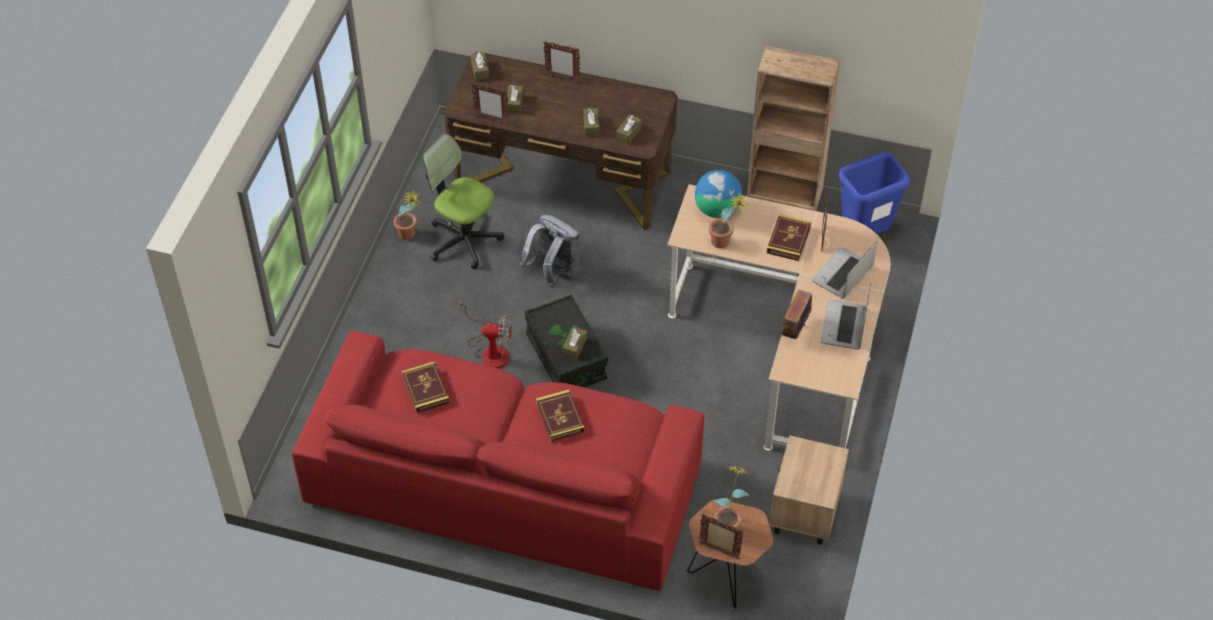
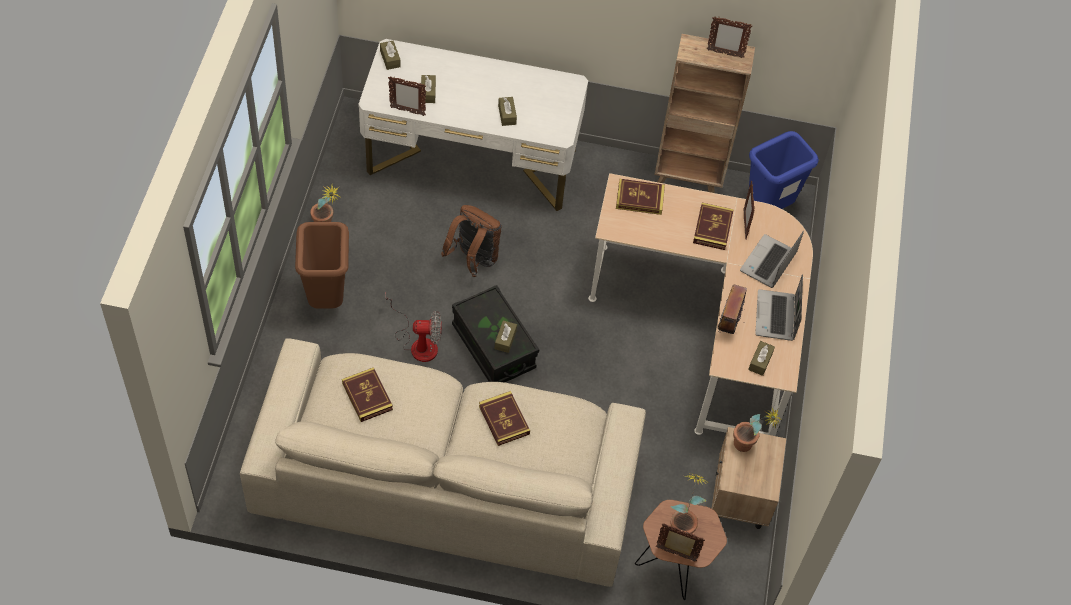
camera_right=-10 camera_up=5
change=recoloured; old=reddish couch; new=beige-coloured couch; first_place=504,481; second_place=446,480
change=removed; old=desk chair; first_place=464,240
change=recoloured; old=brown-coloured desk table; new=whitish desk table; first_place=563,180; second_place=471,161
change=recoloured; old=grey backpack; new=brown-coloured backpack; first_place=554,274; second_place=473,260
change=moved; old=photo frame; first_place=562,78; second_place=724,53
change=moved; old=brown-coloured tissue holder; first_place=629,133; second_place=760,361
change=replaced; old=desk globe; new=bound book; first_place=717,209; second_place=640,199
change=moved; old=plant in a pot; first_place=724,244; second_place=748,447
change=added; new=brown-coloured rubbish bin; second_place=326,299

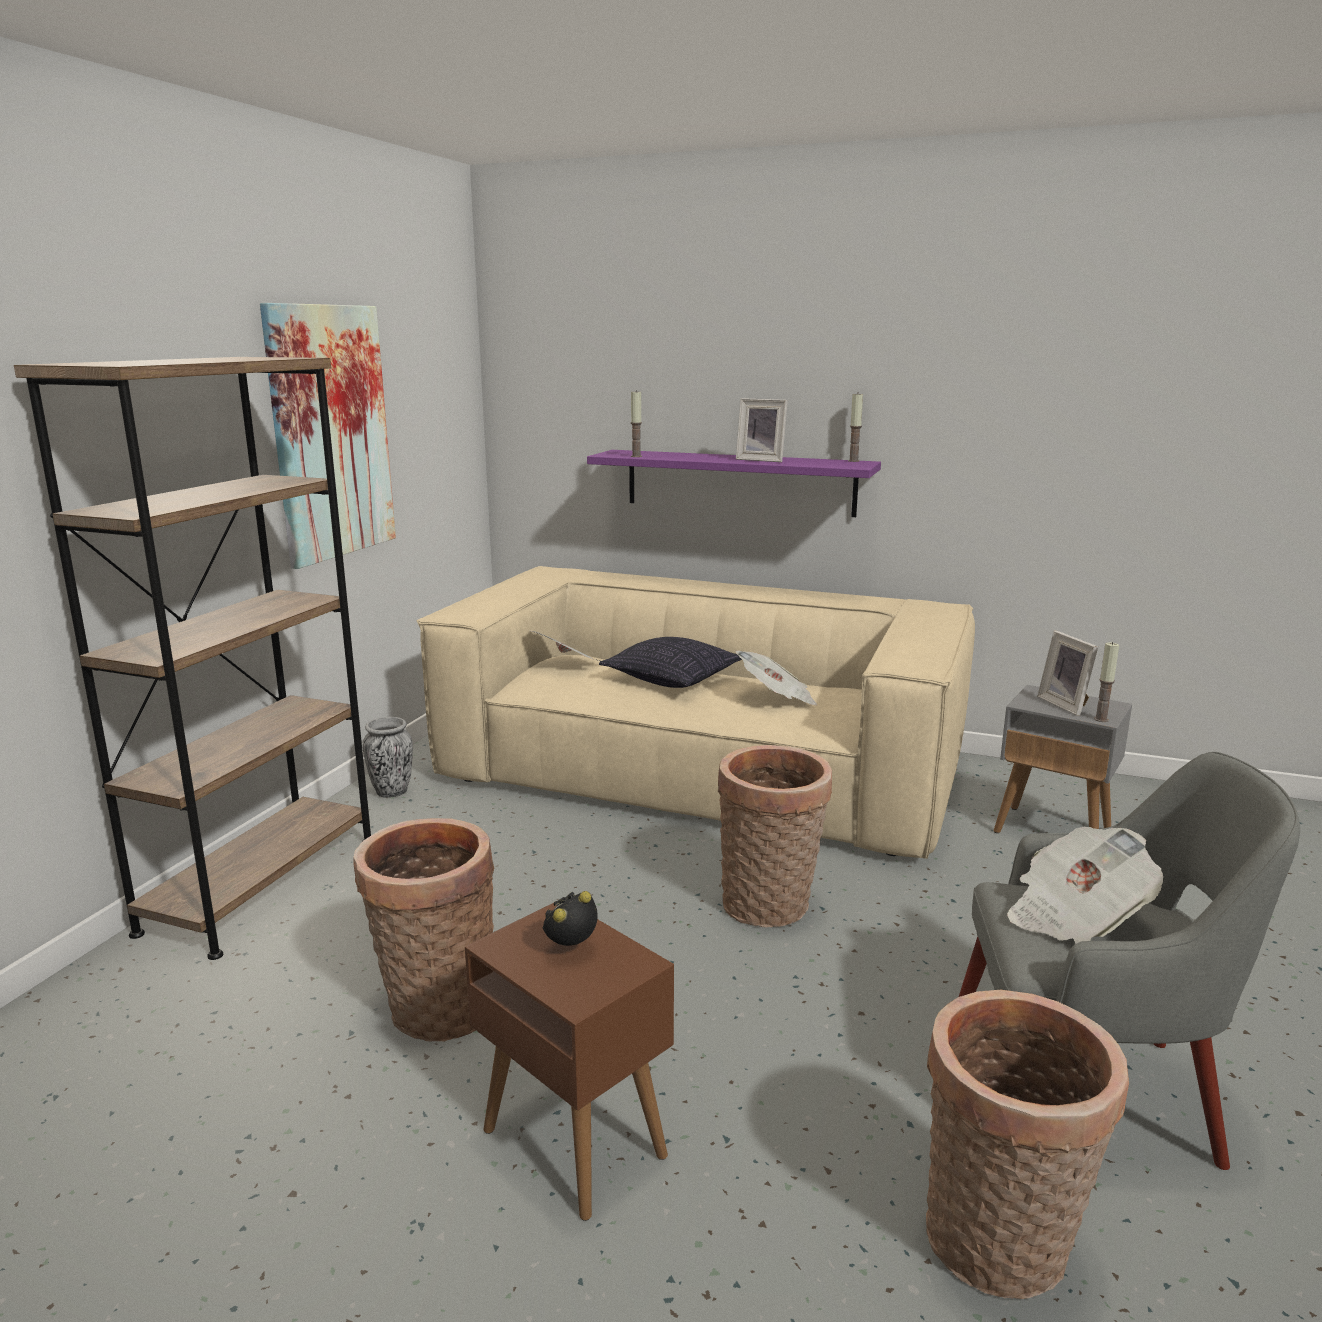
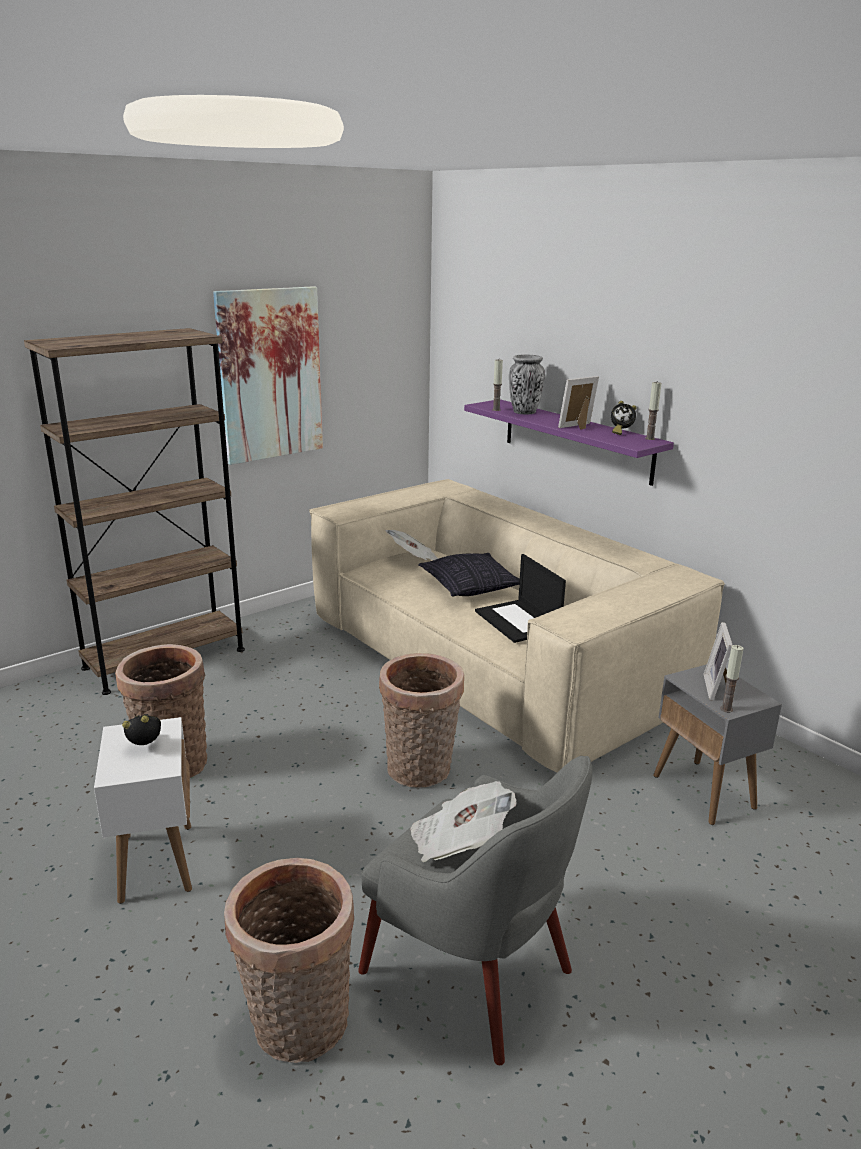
camera_right=30 camera_up=5
change=moved; old=decorative vase; first_place=391,792; second_place=524,412
change=recoloured; old=brown-coloured end table; new=whitish end table; first_place=572,1142; second_place=156,862
change=turned; old=photo frame; first_place=762,460; second_place=579,427; degrees=90
change=replaced; old=newspaper; new=laptop; first_place=777,698; second_place=518,621
change=added; new=bedside clock; second_place=620,432

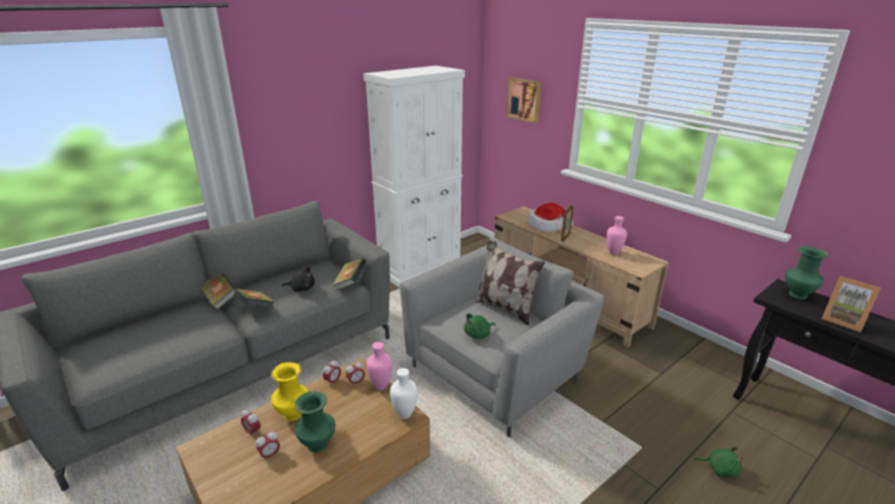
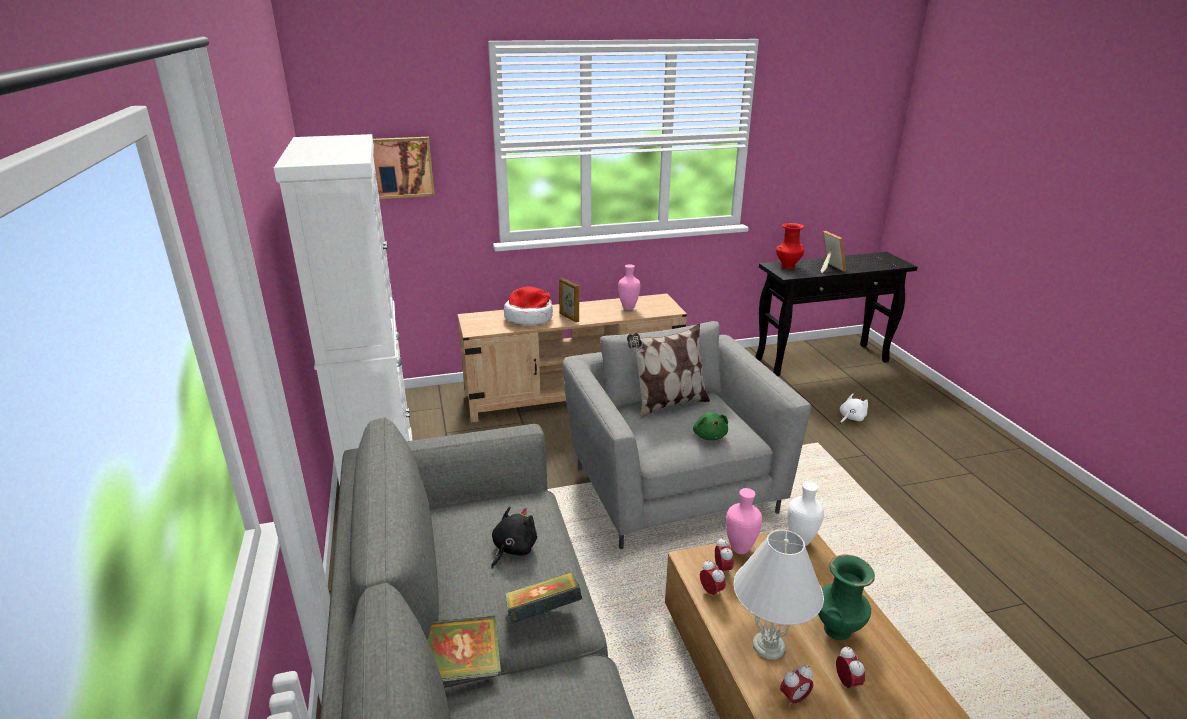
camera_right=-65 camera_up=0
change=replaced; old=yellowish decorative vase; new=whitish tabletop lamp; first_place=292,414; second_place=767,646
change=removed; old=bound book; first_place=350,283
change=recoloured; old=greenish cuddly toy; new=whitish cuddly toy; first_place=719,469; second_place=851,418
change=recoloured; old=greenish decorative vase; new=reddish decorative vase; first_place=797,295; second_place=787,266
change=turned; old=photo frame; first_place=843,320; second_place=828,268; degrees=-90

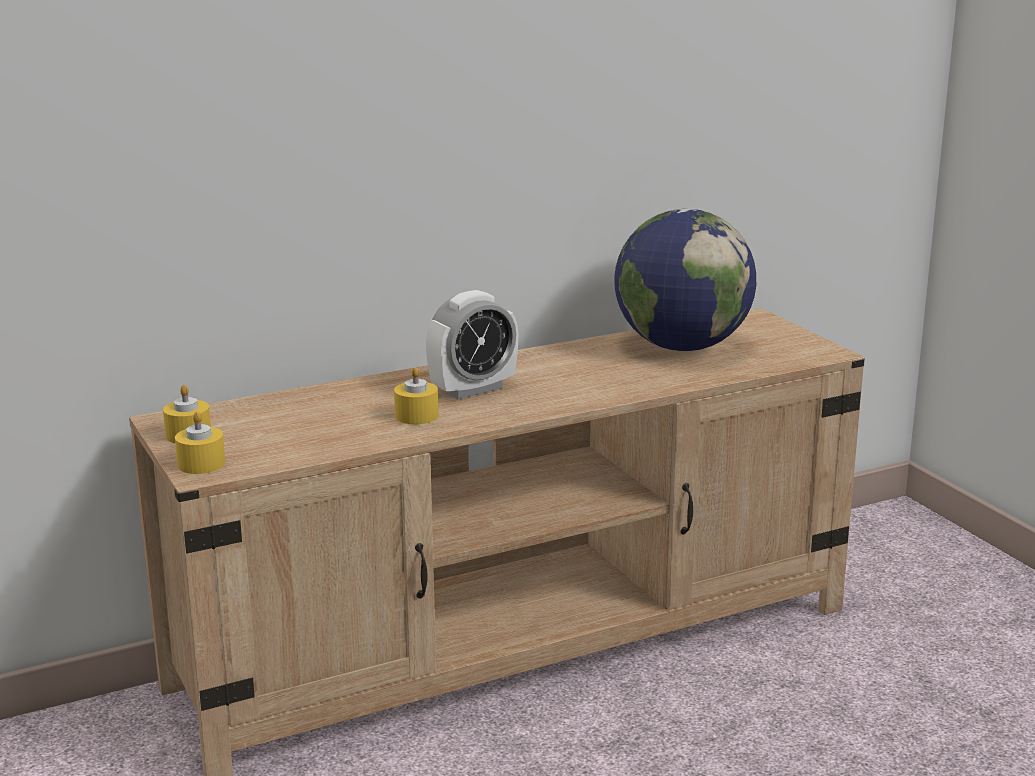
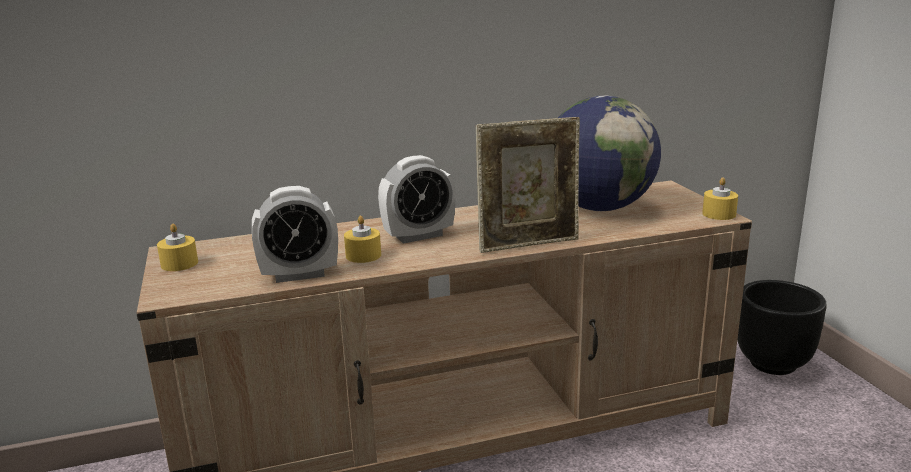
camera_right=10 camera_up=0
change=moved; old=yellowish wax light; first_place=201,464; second_place=719,214
change=added; new=bedside clock; second_place=299,274
change=added; new=photo frame; second_place=529,244
change=added; new=black-coloured plant pot; second_place=774,364

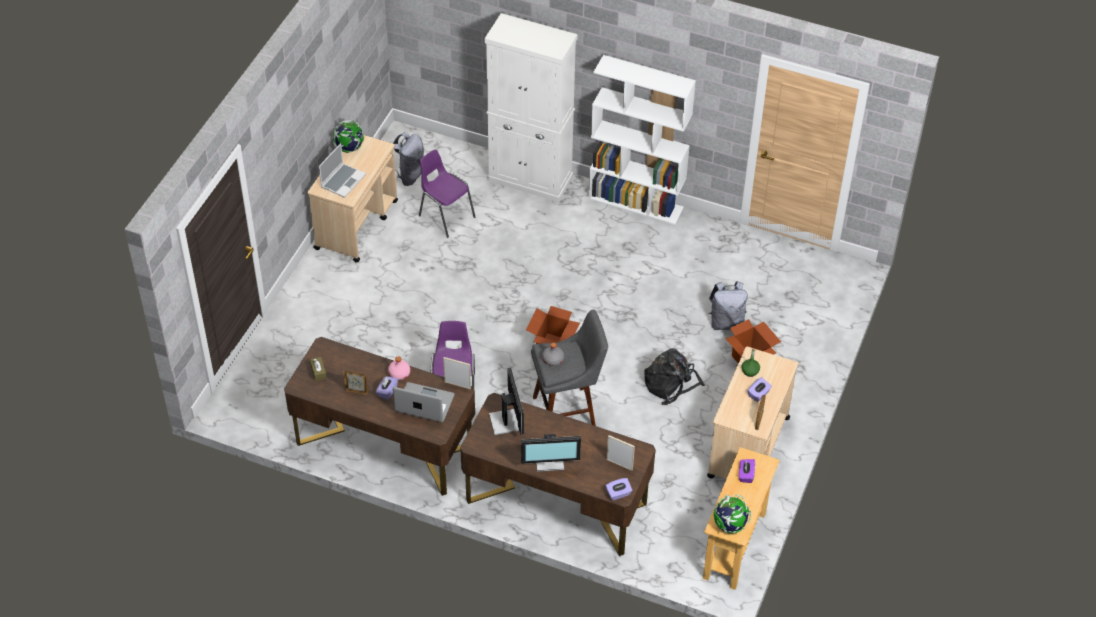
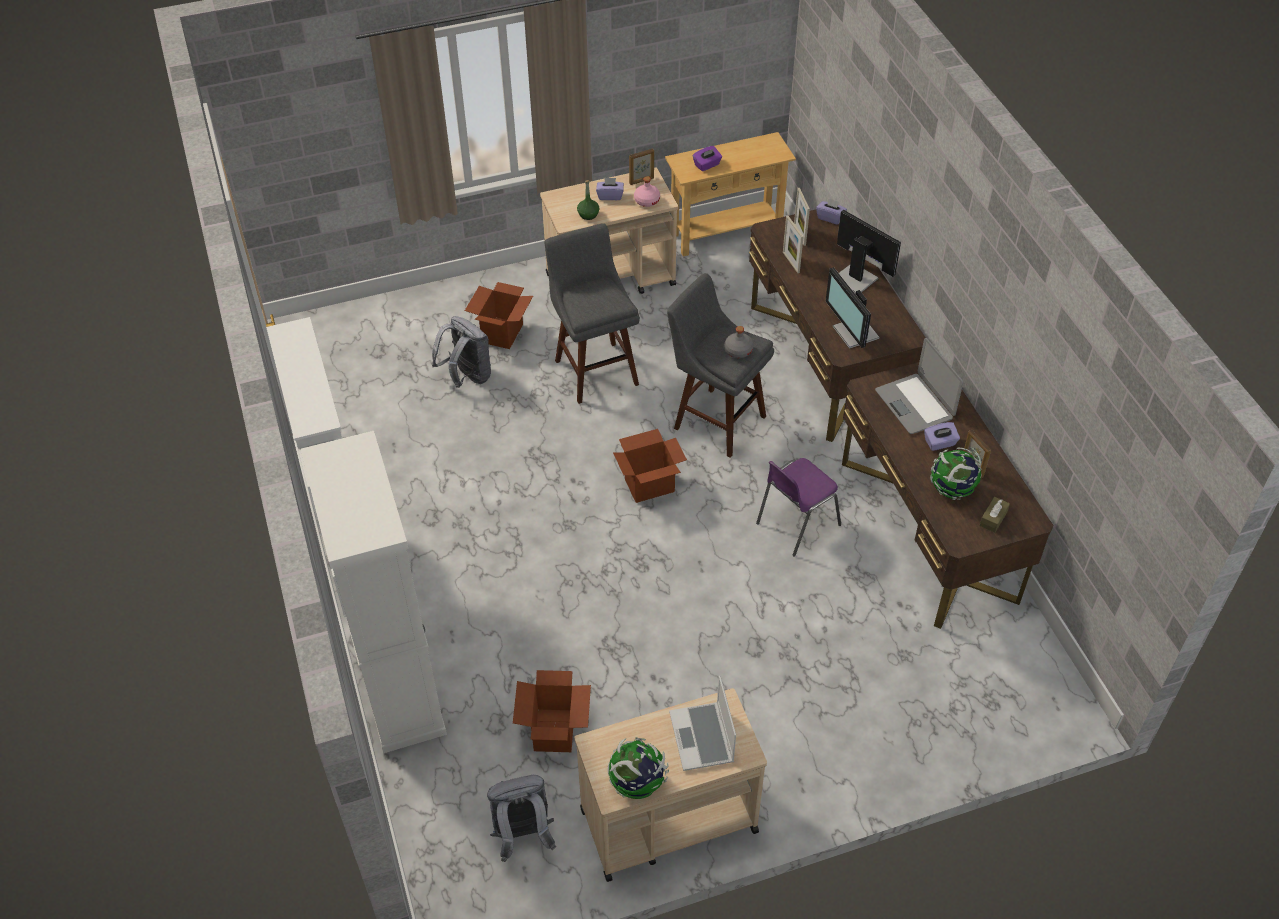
camera_right=-130 camera_up=0
change=turned; old=laptop; first_place=343,180; second_place=703,738; degrees=-90
change=moved; old=pinkish beverage bottle; first_place=399,373; second_place=646,200
change=replaced; old=purple upright chair; new=packing box; first_place=445,216; second_place=554,731
change=moved; old=photo frame; first_place=457,385; second_place=791,262
change=turned; old=computer display; first_place=506,421; second_place=854,333; degrees=-60
change=replaced; old=black-coloured backpack; new=grey stool seat; first_place=671,384; second_place=595,369
change=moved; old=desk globe; first_place=729,525; second_place=952,490

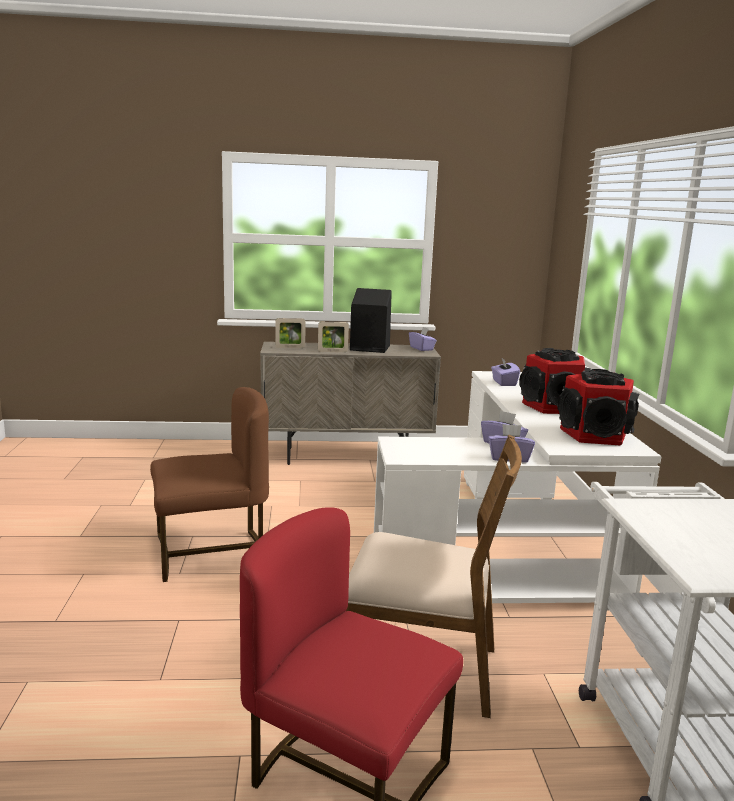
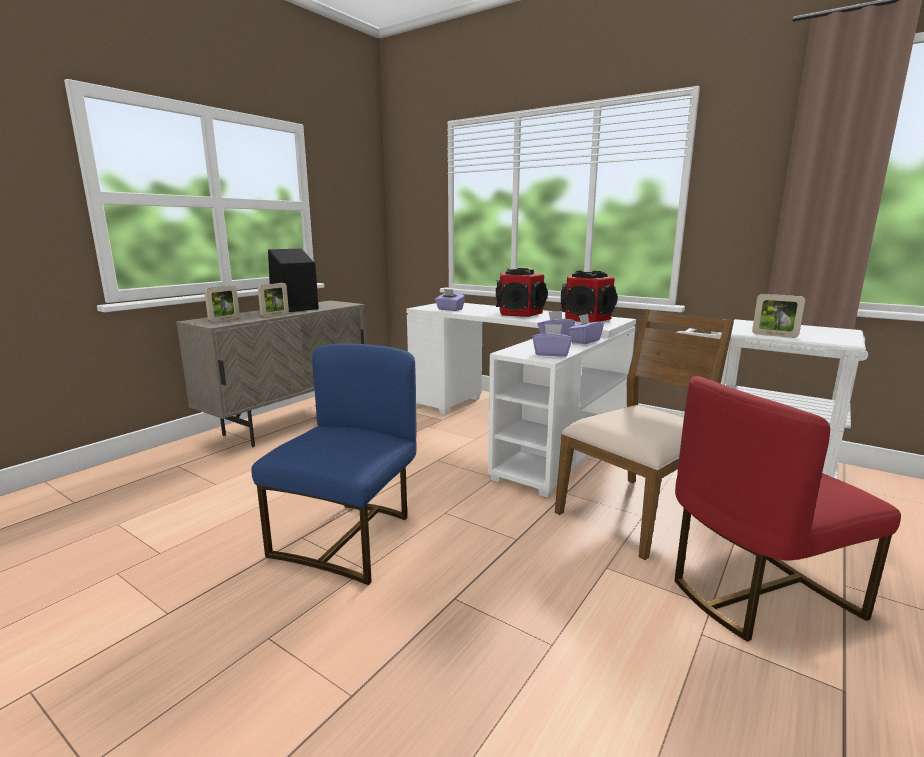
camera_right=-50 camera_up=0
change=recoloured; old=brown-coloured upright chair; new=blue-coloured upright chair; first_place=210,552; second_place=349,538
change=moved; old=purple tissue holder; first_place=422,348; second_place=551,354
change=added; new=photo frame; second_place=774,335

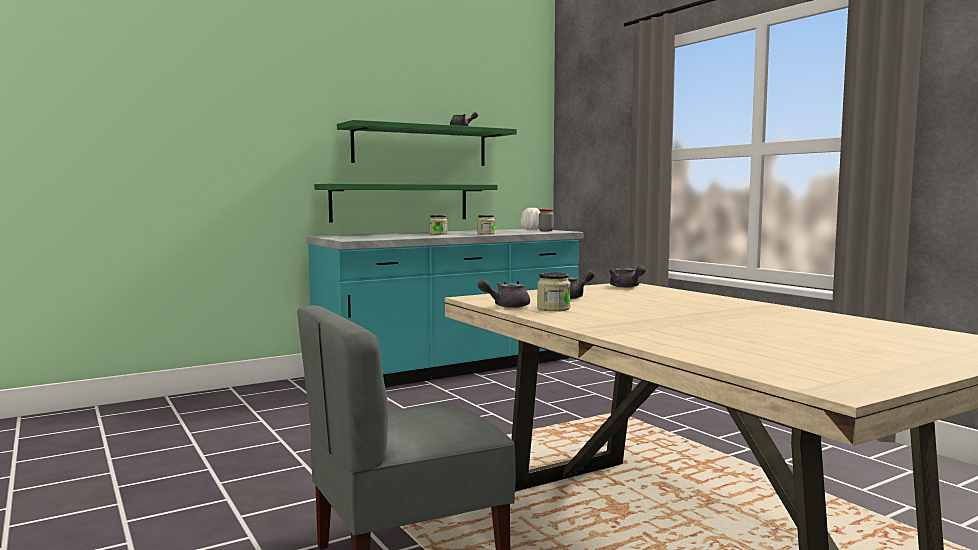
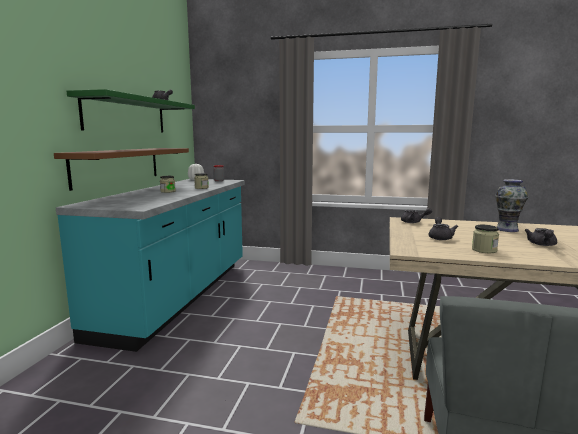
camera_right=-45 camera_up=5
change=recoloured; old=greenish shelf; new=brown-coloured shelf; first_place=400,202; second_place=118,166
change=moved; old=grey tea pot; first_place=506,306; second_place=542,245
change=added; new=decorative vase; second_place=507,229

